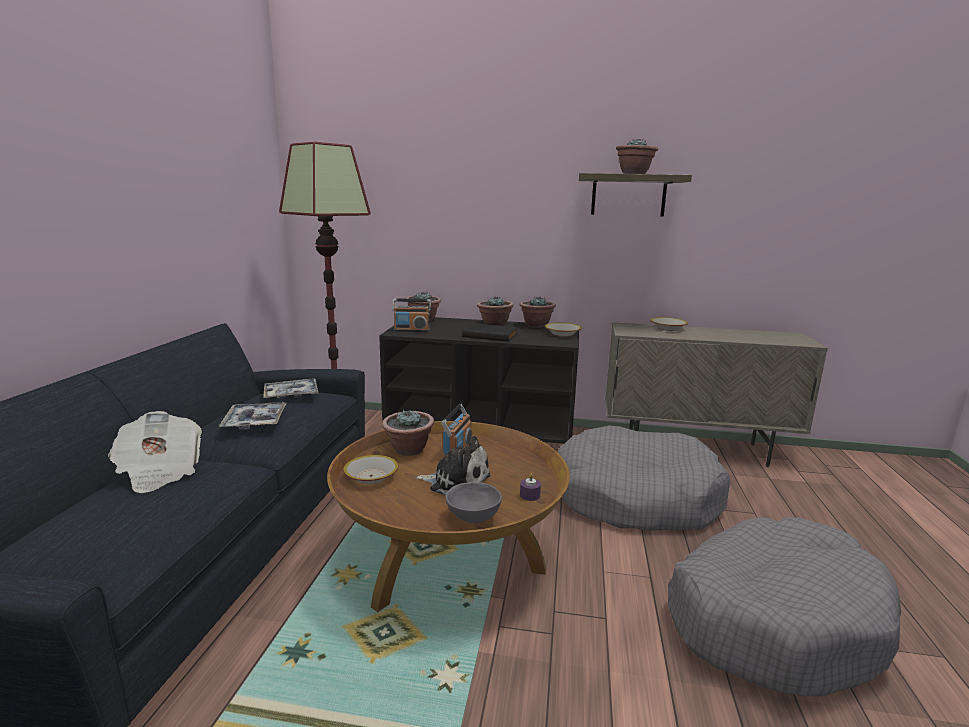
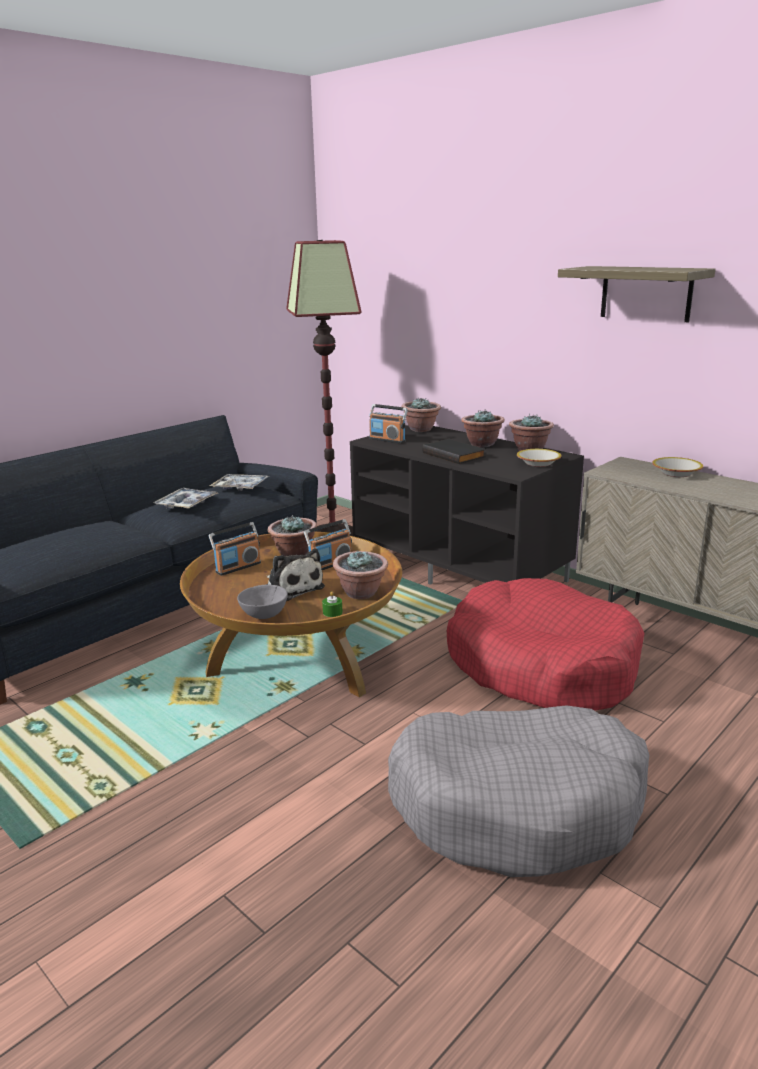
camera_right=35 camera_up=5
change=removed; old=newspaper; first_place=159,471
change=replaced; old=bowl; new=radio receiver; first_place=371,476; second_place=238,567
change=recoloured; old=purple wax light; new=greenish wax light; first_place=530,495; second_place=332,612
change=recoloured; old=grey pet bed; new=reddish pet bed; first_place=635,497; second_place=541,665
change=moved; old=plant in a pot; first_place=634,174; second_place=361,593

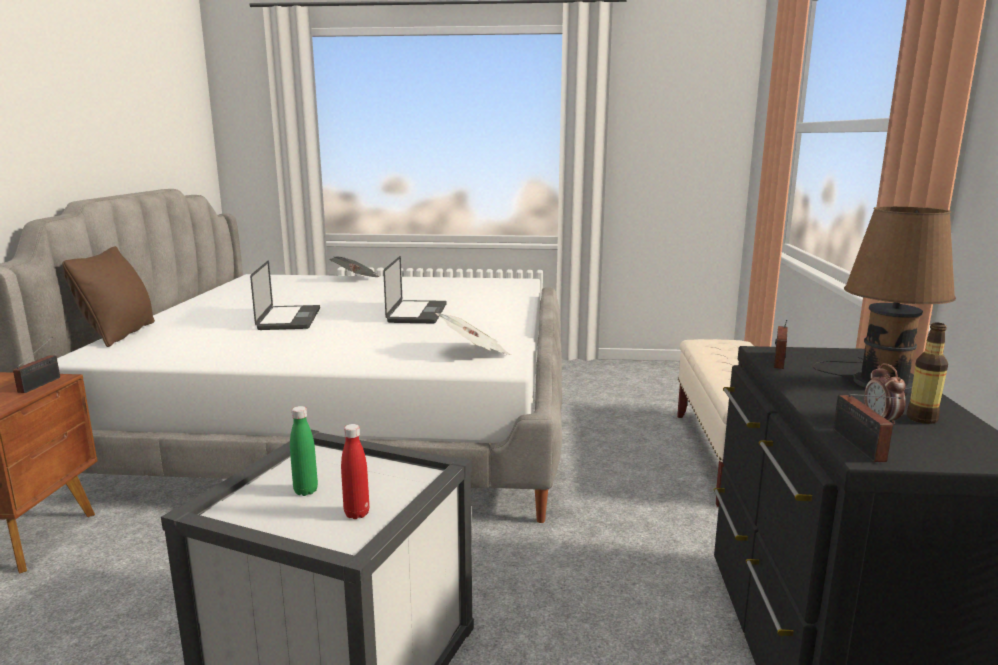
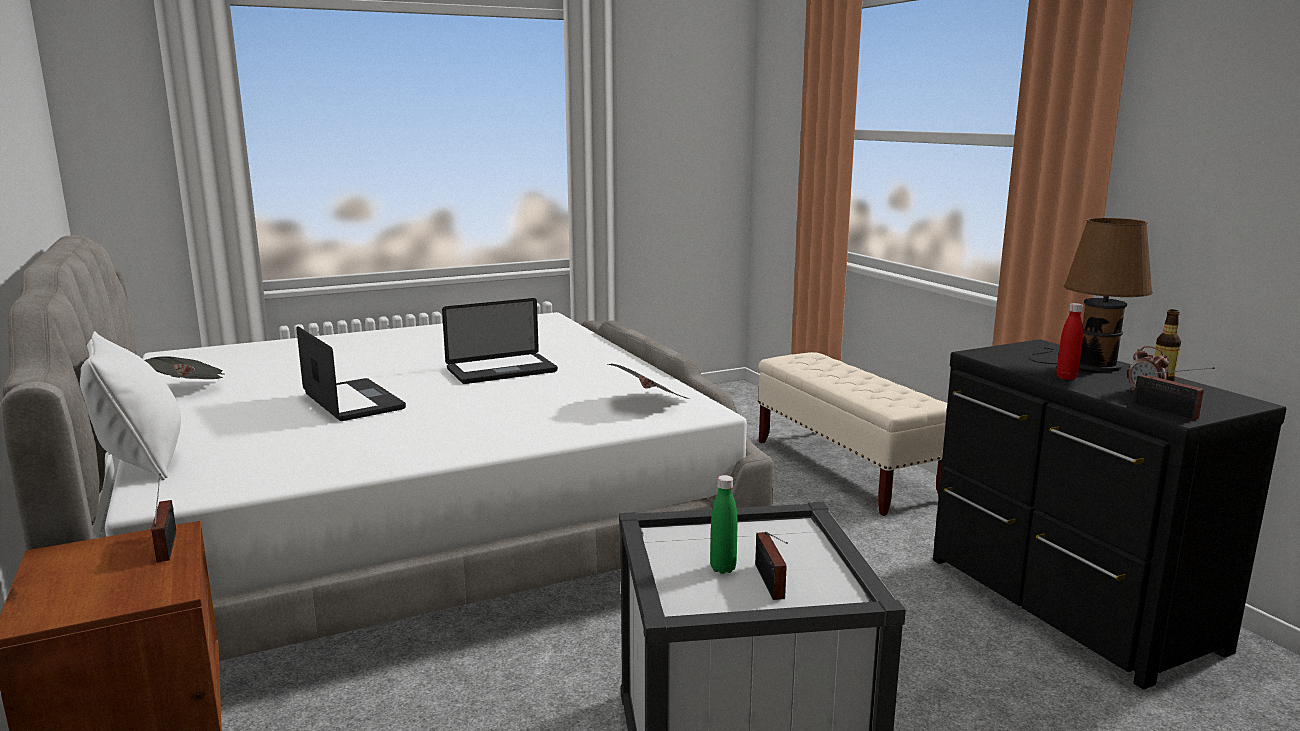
camera_right=-30 camera_up=0
change=recoloured; old=brown-coloured cushion; new=whitish cushion; first_place=119,334; second_place=139,461
change=moved; old=newspaper; first_place=356,280; second_place=188,389
change=moved; old=reddish beverage bottle; first_place=357,514; second_place=1066,377
change=turned; old=laptop; first_place=417,313; second_place=501,370; degrees=90
change=moved; old=radio receiver; first_place=778,361; second_place=769,583

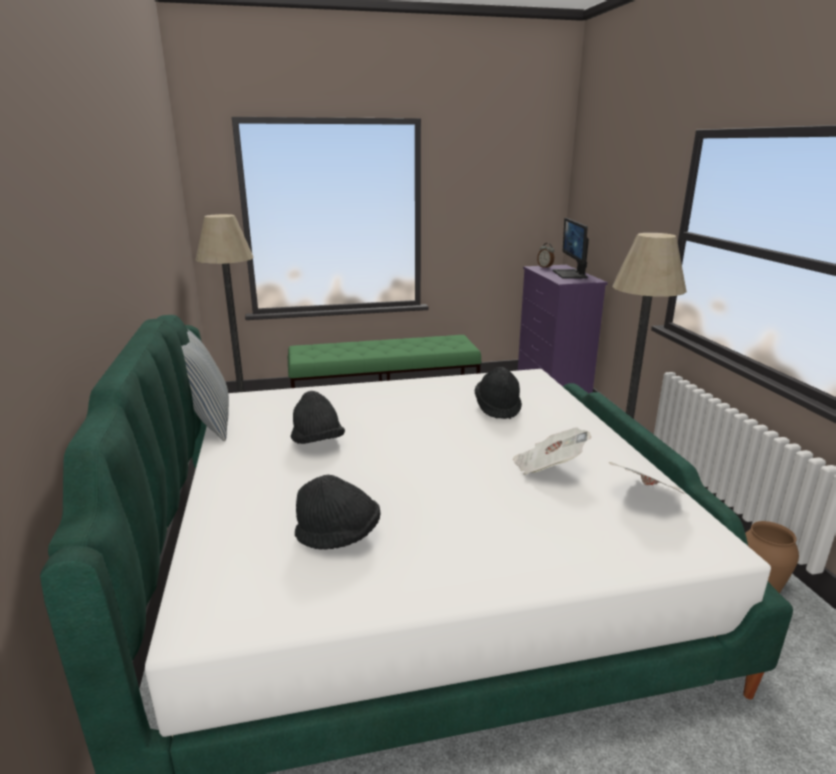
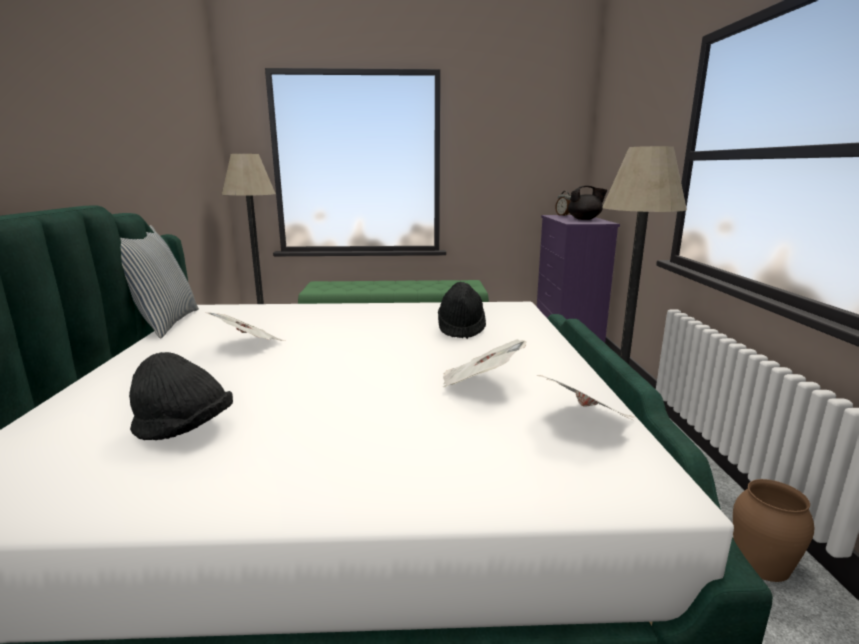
camera_right=10 camera_up=-5
change=replaced; old=black-coloured hat; new=newspaper; first_place=317,442; second_place=249,345
change=replaced; old=computer display; new=black-coloured tea pot; first_place=570,274; second_place=584,219

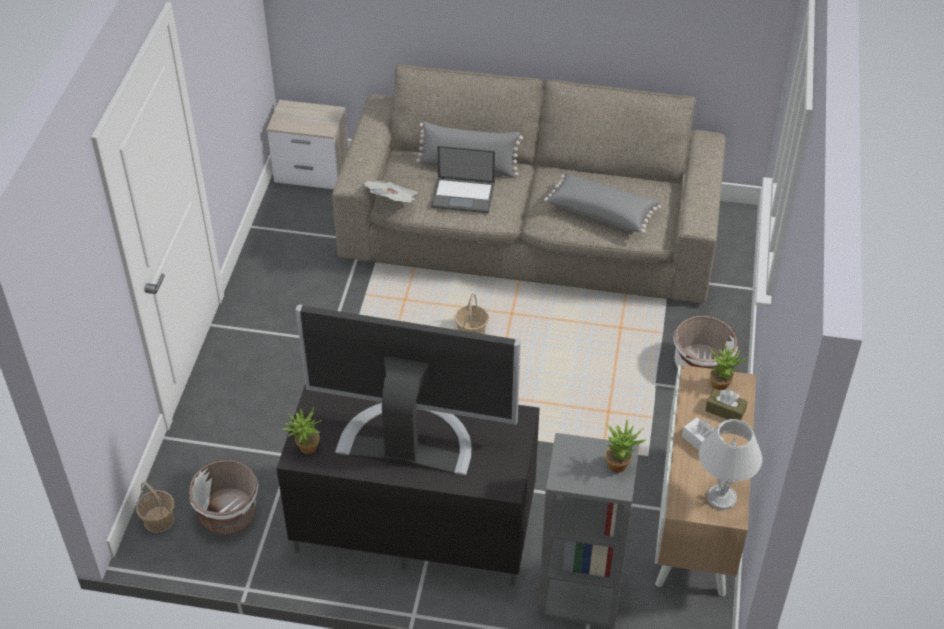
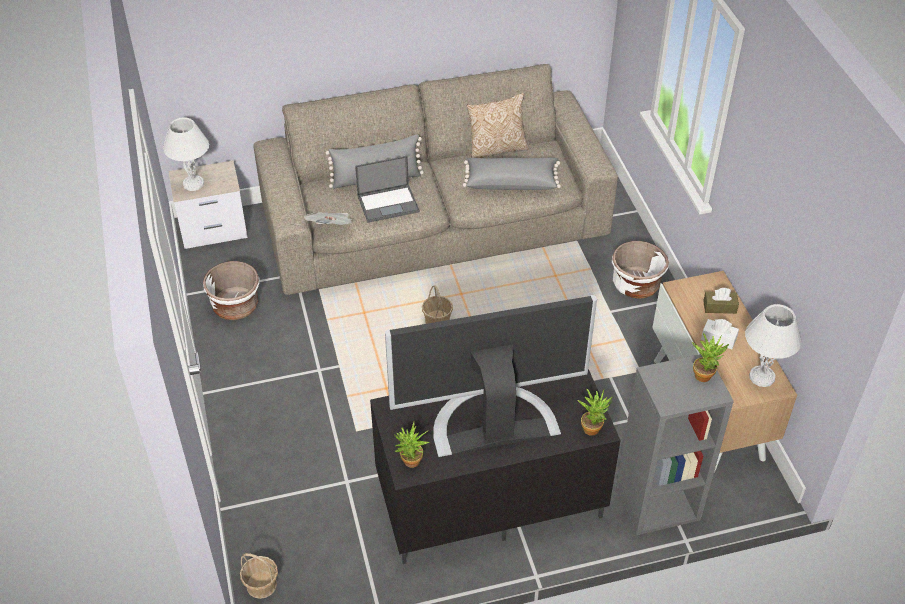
camera_right=-25 camera_up=0
change=moved; old=whitish plant pot; first_place=228,514; second_place=235,306
change=moved; old=plant in a pot; first_place=722,383; second_place=592,426
change=added; new=whitish tabletop lamp; second_place=194,184
change=added; new=cushion; second_place=496,149

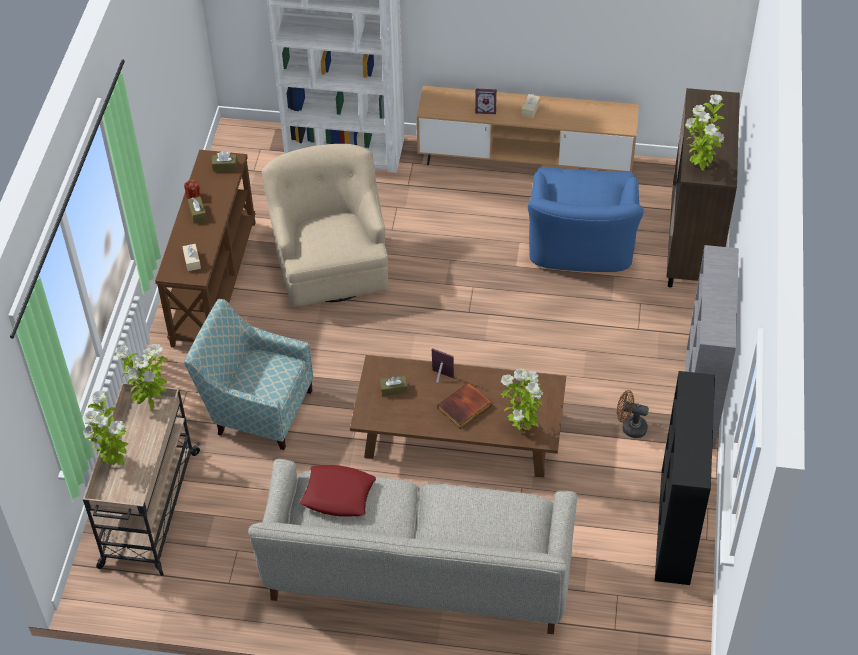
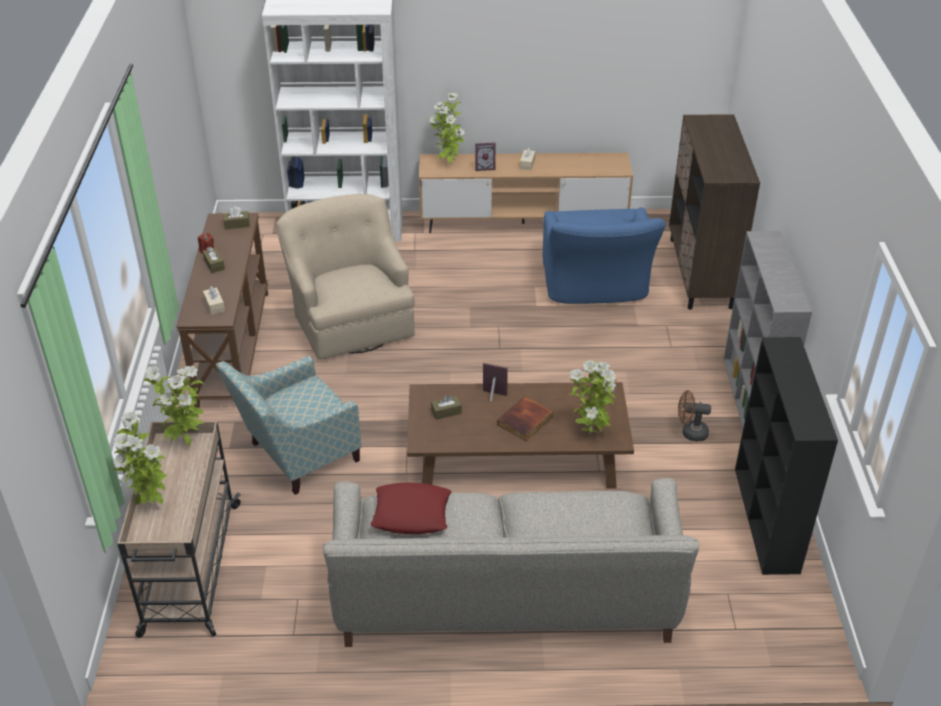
camera_right=-10 camera_up=-10
change=turned; old=armchair; first_place=256,409; second_place=296,457; degrees=-45
change=moved; old=plant in a pot; first_place=700,166; second_place=448,164

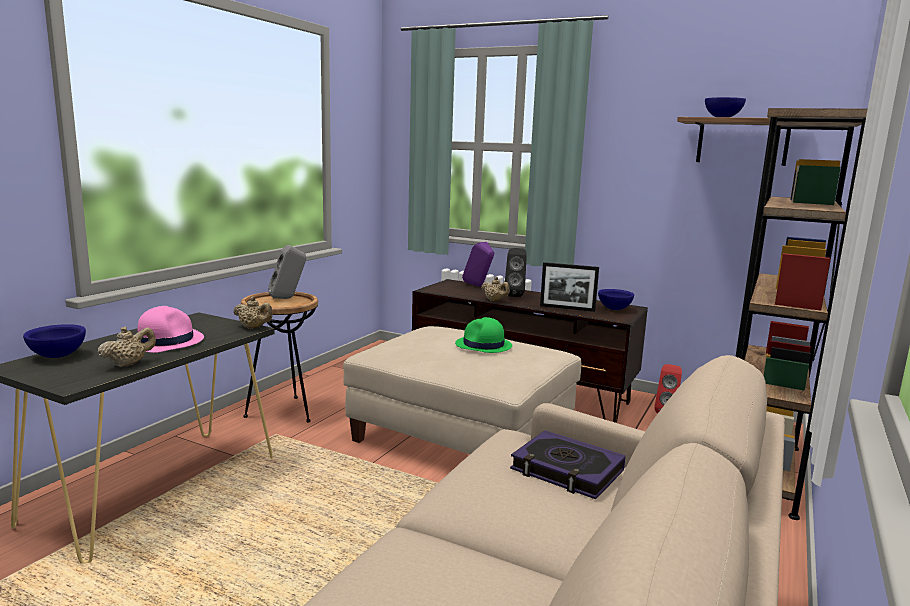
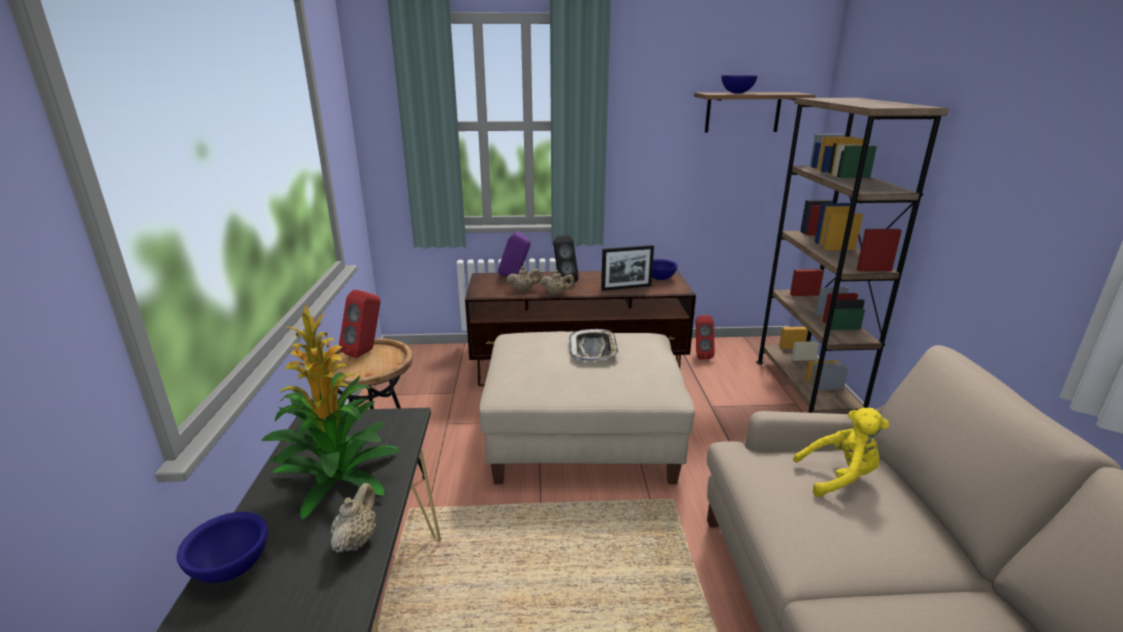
camera_right=-30 camera_up=10
change=replaced; old=pinkish hat; new=plant in a pot; first_place=166,341; second_place=340,478
change=moved; old=beige-coloured tea pot; first_place=254,328; second_place=524,289
change=recoloured; old=grey loudspeaker; new=reddish loudspeaker; first_place=288,298; second_place=366,351
change=replaced; old=greenish hat; new=carrying tray; first_place=483,345; second_place=593,349
change=replaced; old=bound book; new=yellowish cuddly toy; first_place=567,471; second_place=839,477

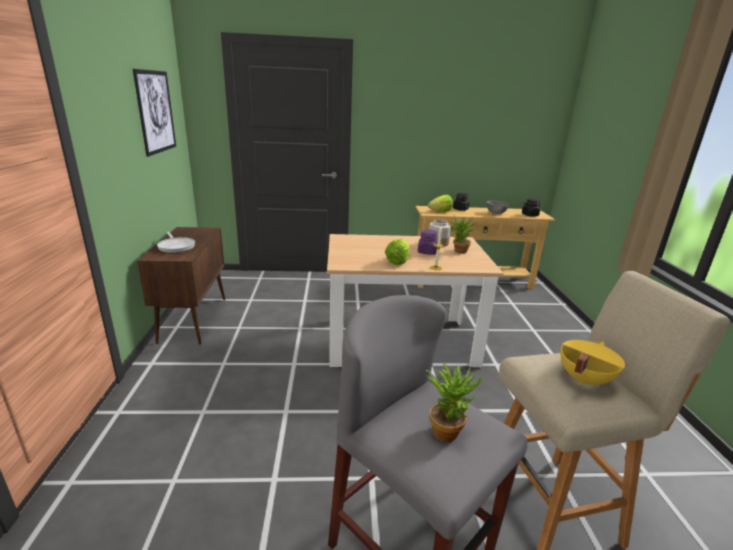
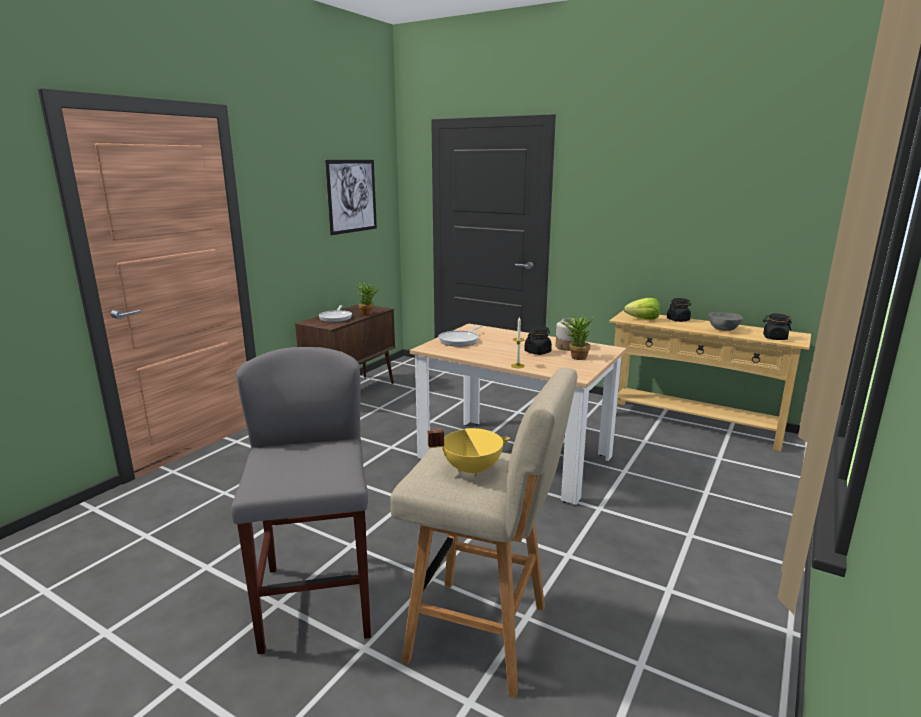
camera_right=35 camera_up=-5
change=removed; old=head of lettuce; first_place=398,261
change=recoloured; old=purple preserve jar; new=black-coloured preserve jar; first_place=427,252; second_place=537,352
change=moved; old=plant in a pot; first_place=448,430; second_place=369,313
change=added; new=pan; second_place=460,340

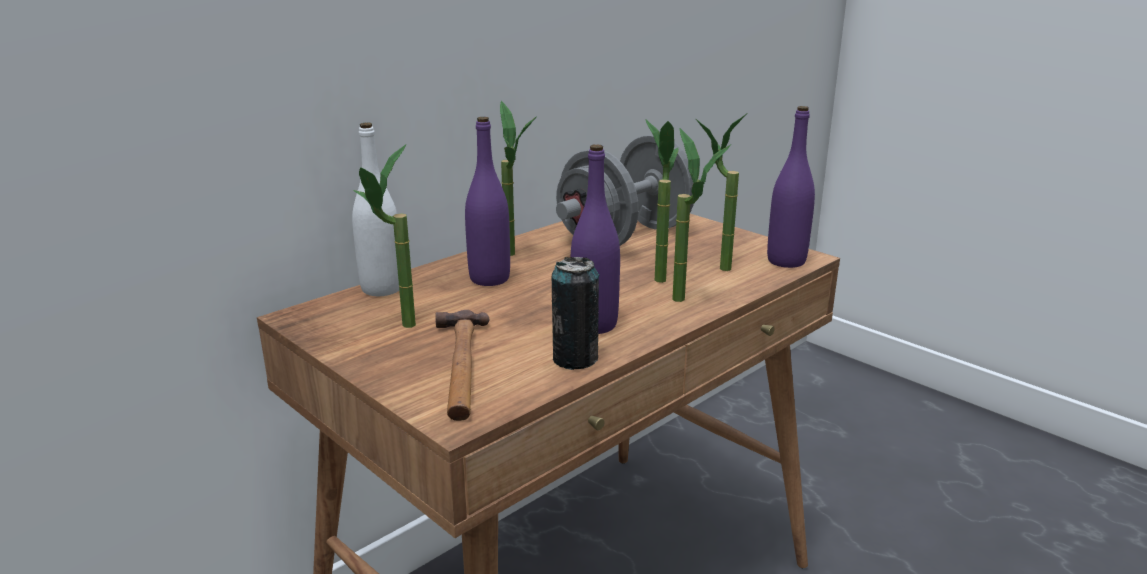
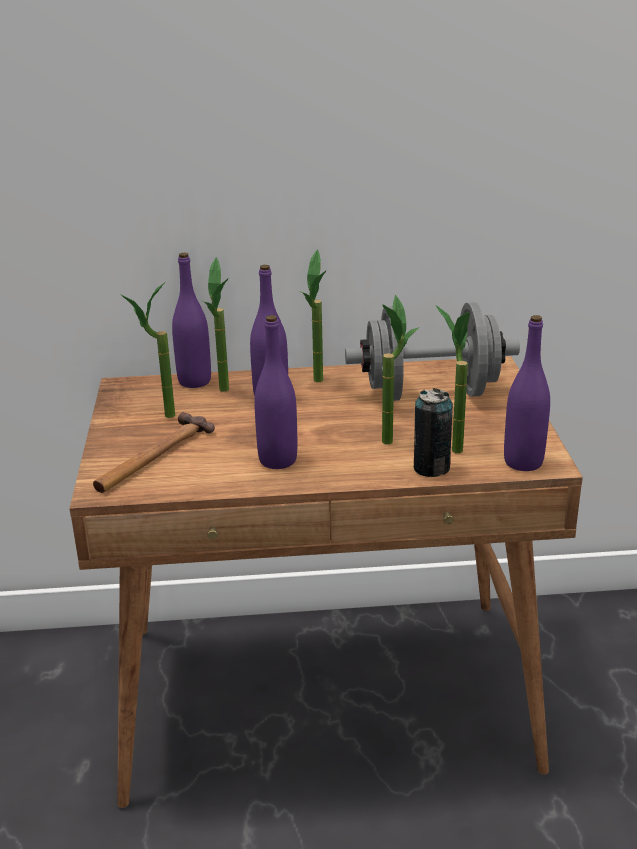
camera_right=40 camera_up=5
change=recoloured; old=whitish beverage bottle; new=purple beverage bottle; first_place=382,289; second_place=194,381
change=moved; old=sealed can; first_place=575,359; second_place=431,468
change=moved; old=plant in a pot; first_place=689,302; second_place=225,394

